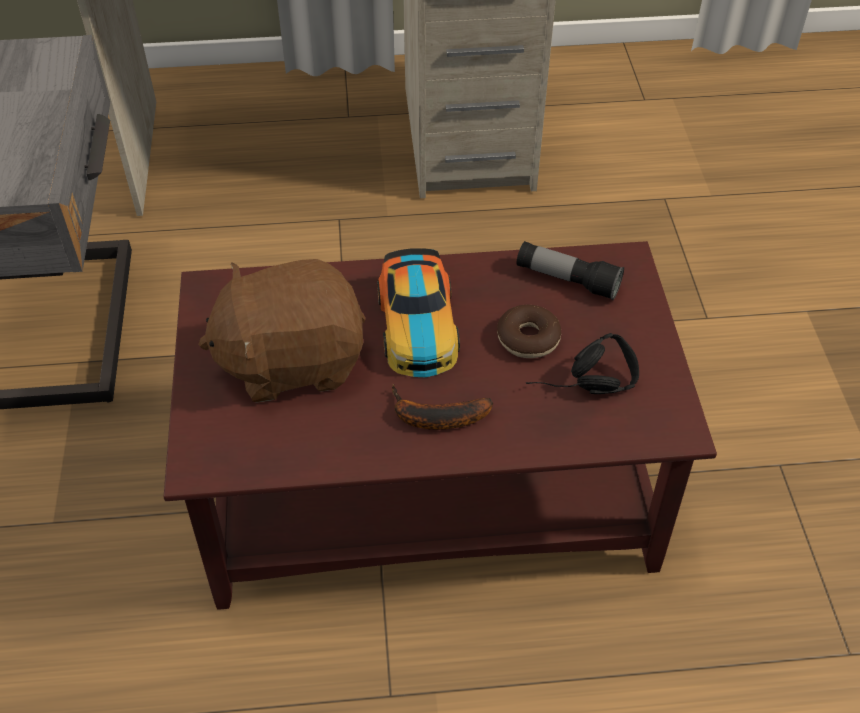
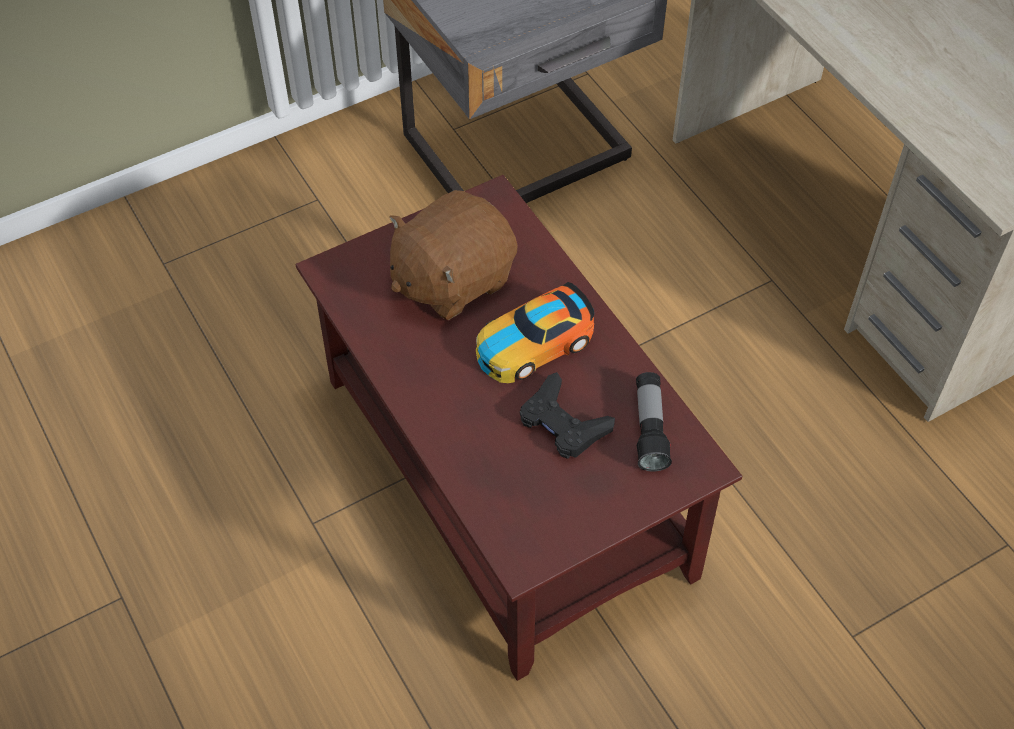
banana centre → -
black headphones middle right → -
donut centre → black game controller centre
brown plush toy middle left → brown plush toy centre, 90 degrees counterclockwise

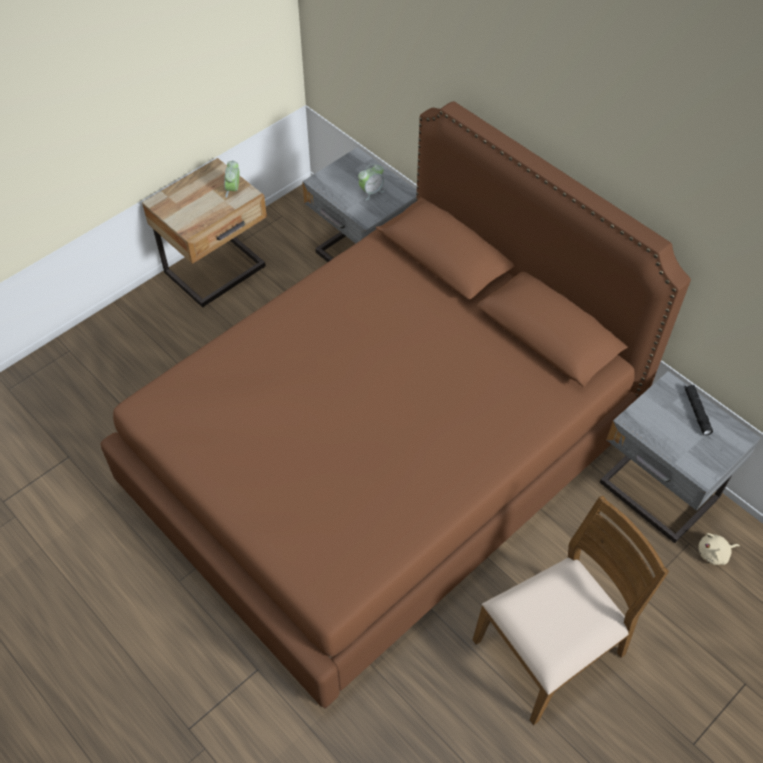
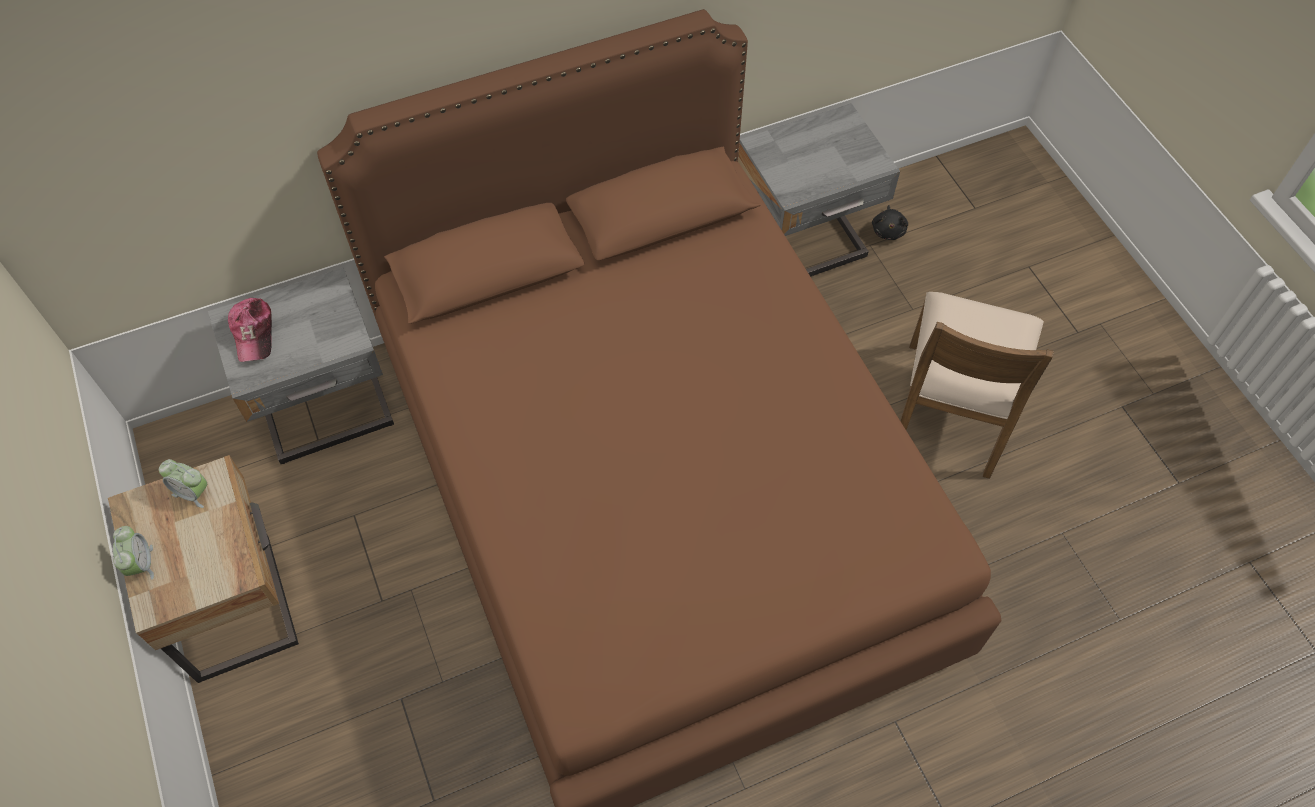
black flashlight middle right → -
- → cap middle left
alarm clock (2nd from left in the first image) top centre → alarm clock (1st from left) bottom left, move
beige plush toy bottom right → black plush toy top right
brown chair bottom right → brown chair middle right, 150 degrees counterclockwise

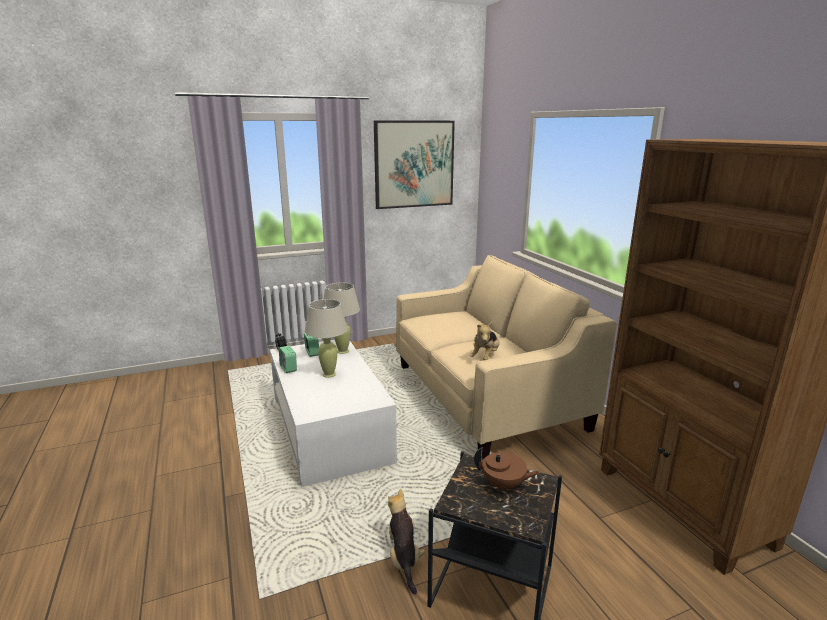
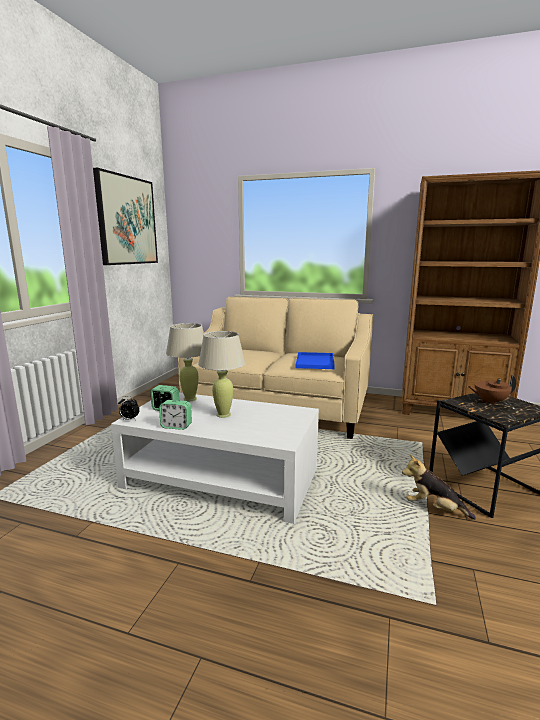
plush toy (2nd from left) centre → blue tray centre
brown teapot bottom centre → brown teapot middle right, 150 degrees counterclockwise

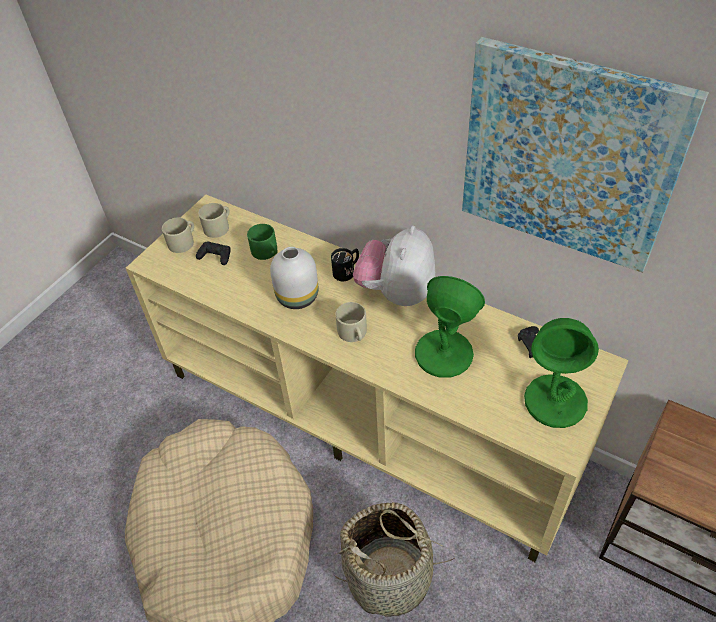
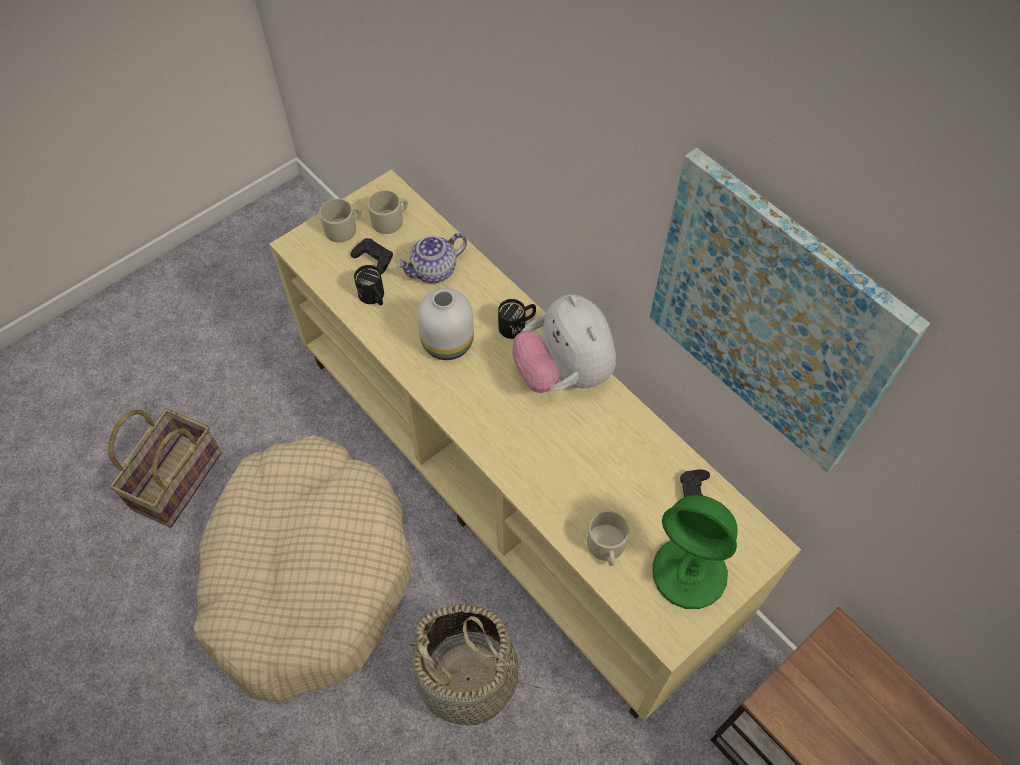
green table lamp (1st from left) centre → -
- → basket (1st from left) middle left
- → black mug (1st from left) centre
beige mug (3rd from left) centre → beige mug (3rd from left) bottom centre, move
green mug centre → teapot centre
plush toy centre, 60 degrees counterclockwise

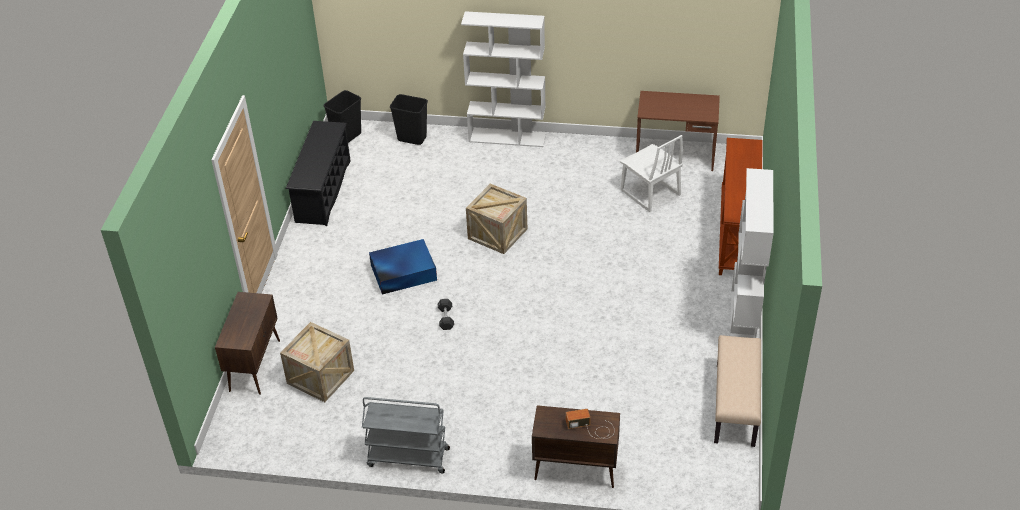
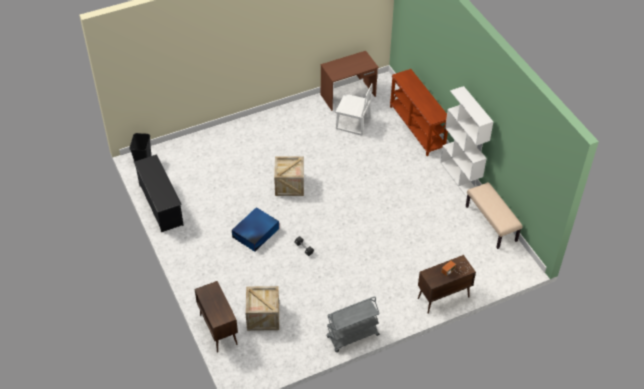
black trash can (2nd from left) top centre → -
white bookcase (1st from left) top centre → -

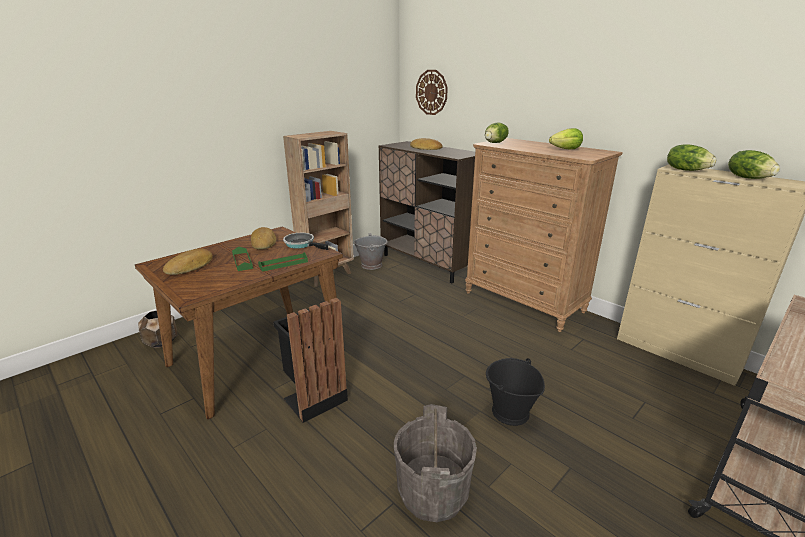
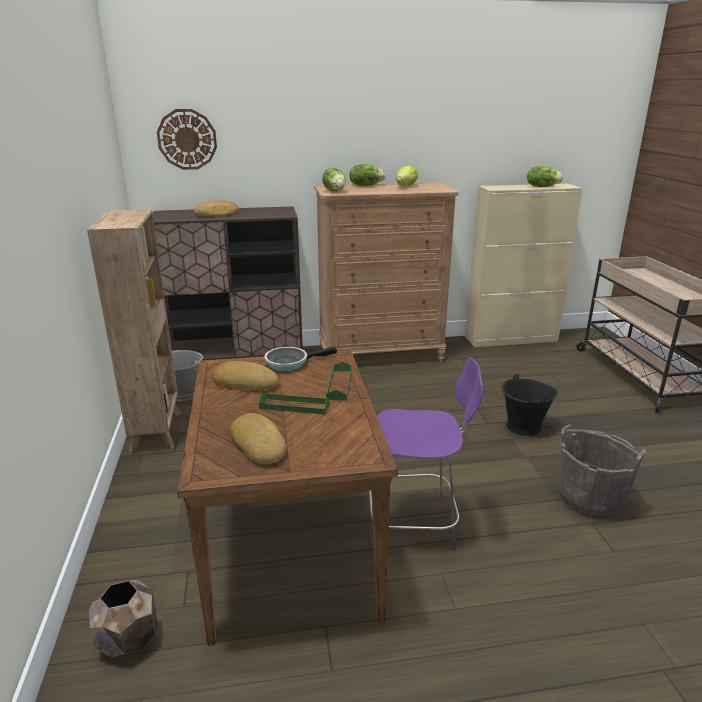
lettuce (3rd from left in the first image) top right → lettuce (2nd from left) top centre, move
black trash can bottom centre → purple chair centre

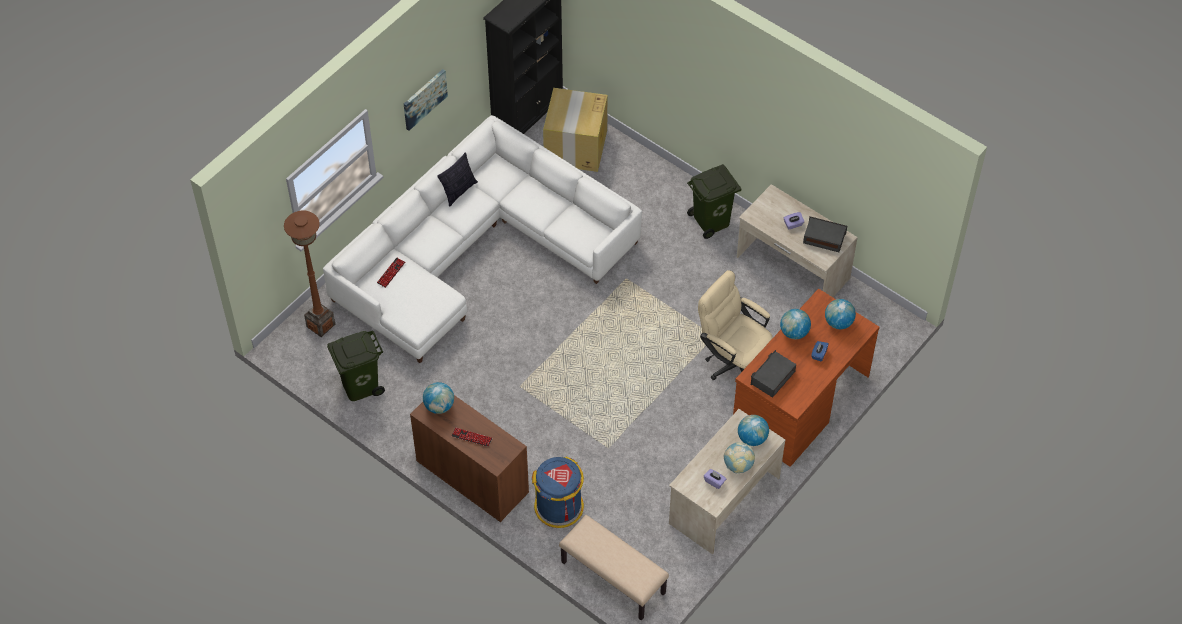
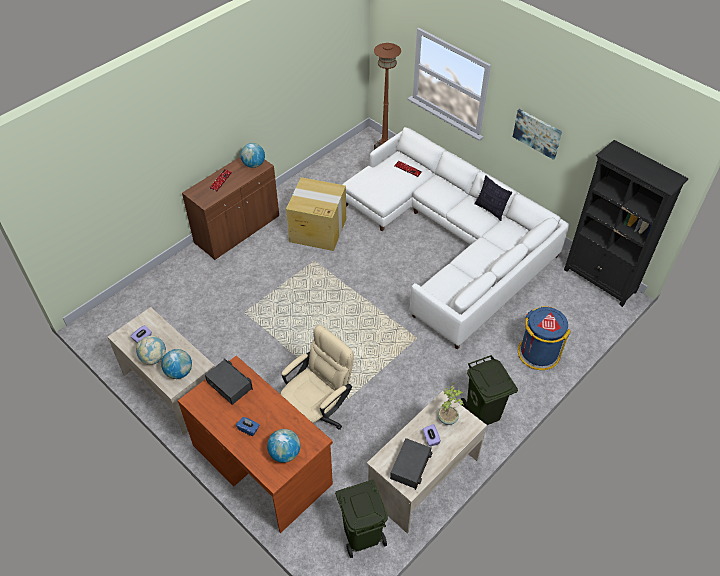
beige bench bottom centre → -
globe (4th from left) middle right → -
- → potted plant bottom centre
green trash can (1st from left) middle left → green trash can (1st from left) bottom centre, move
blue trash can bottom centre → blue trash can middle right, move
cardboard box top centre → cardboard box centre, move

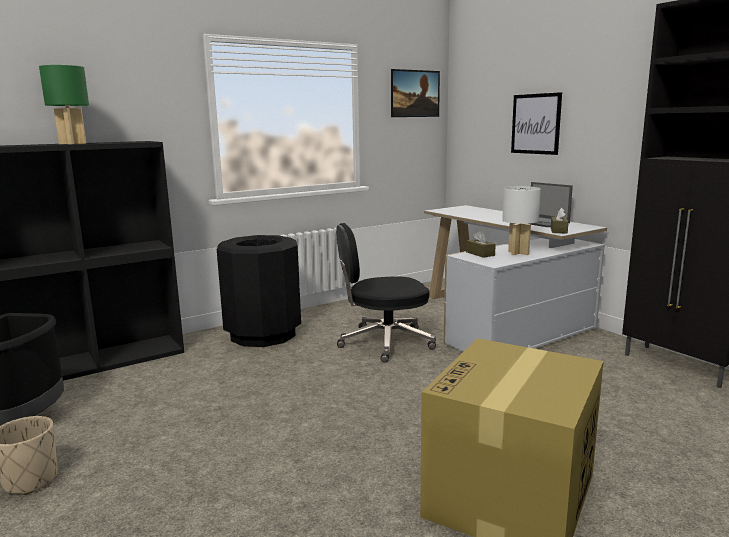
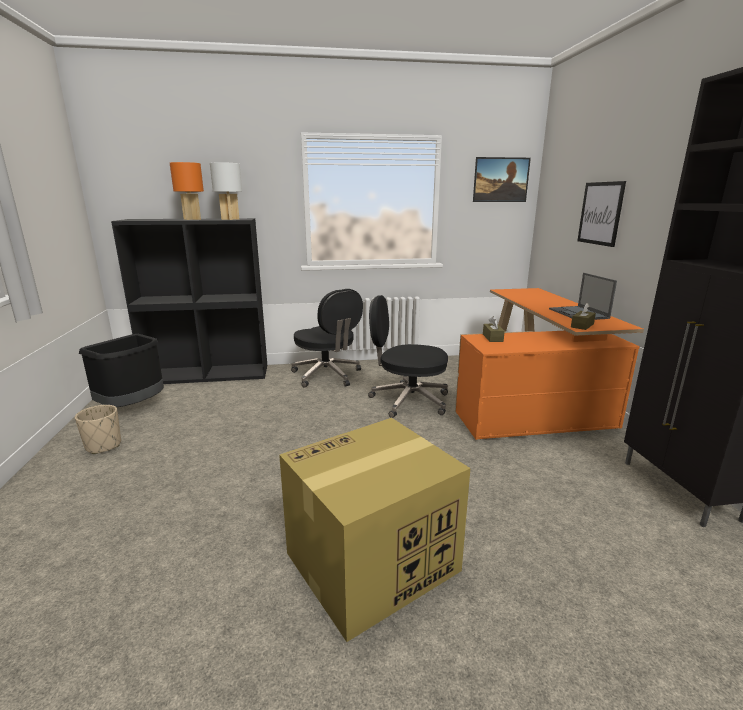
white table lamp middle right → white table lamp top left, move
black trash can (2nd from left) centre → black office chair (1st from left) centre
green table lamp top left → orange table lamp top left
white desk middle right → orange desk middle right

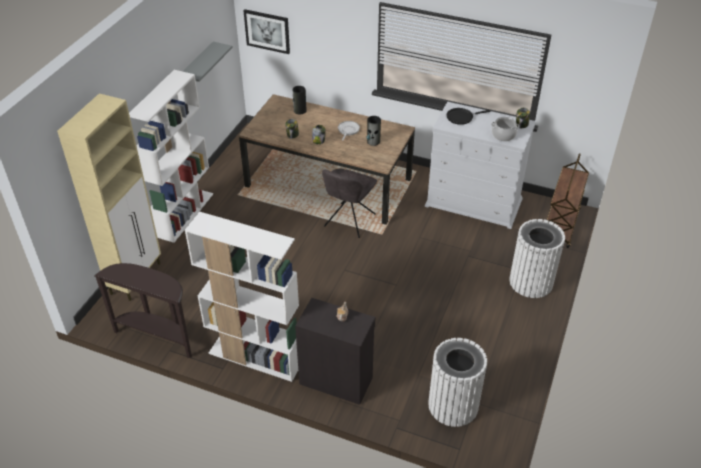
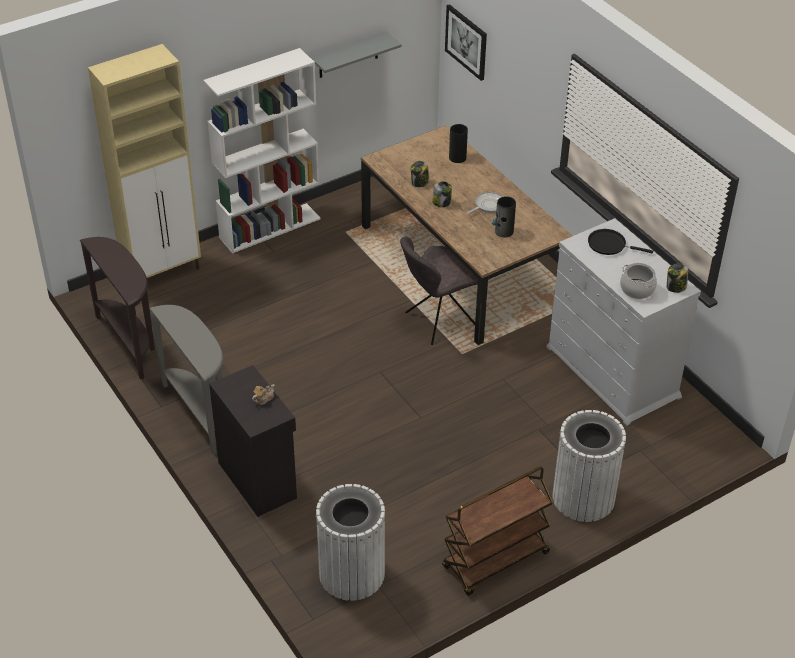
brown cart middle right → brown cart bottom centre, move
white bookcase (2nd from left) centre → grey console table middle left

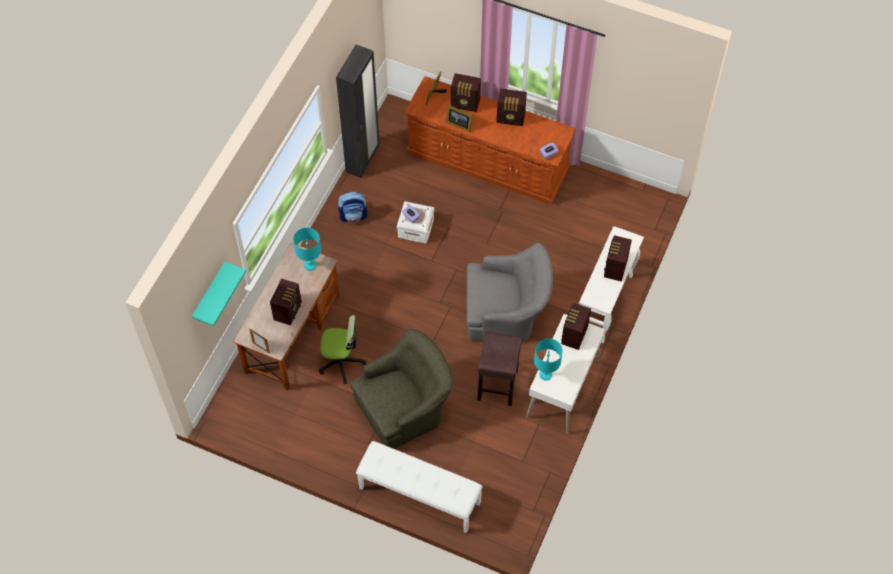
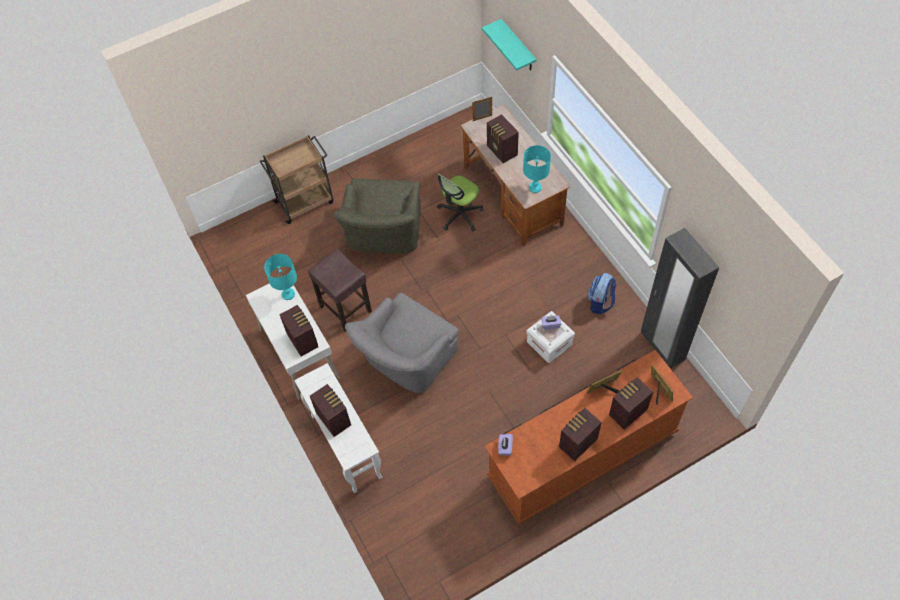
white bench bottom centre → brown cart top left

